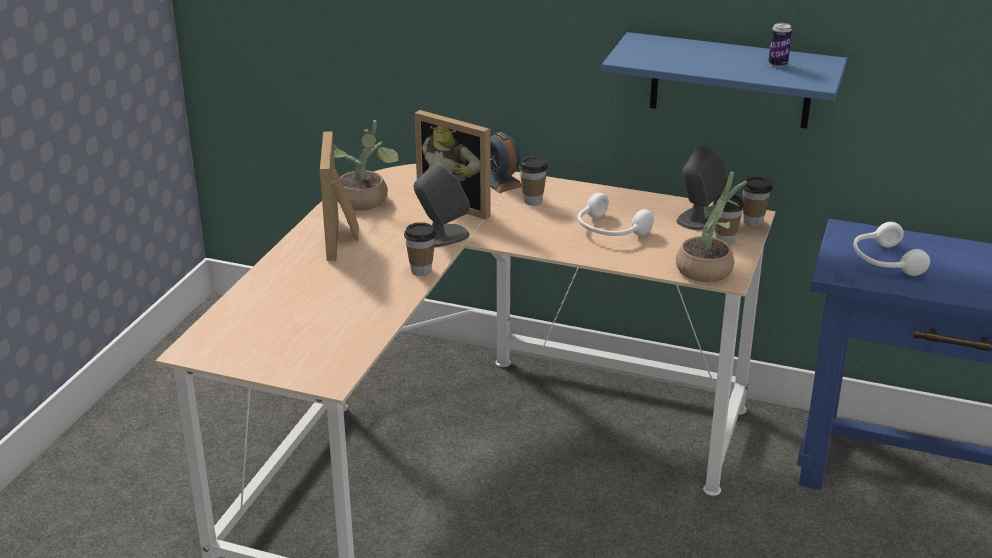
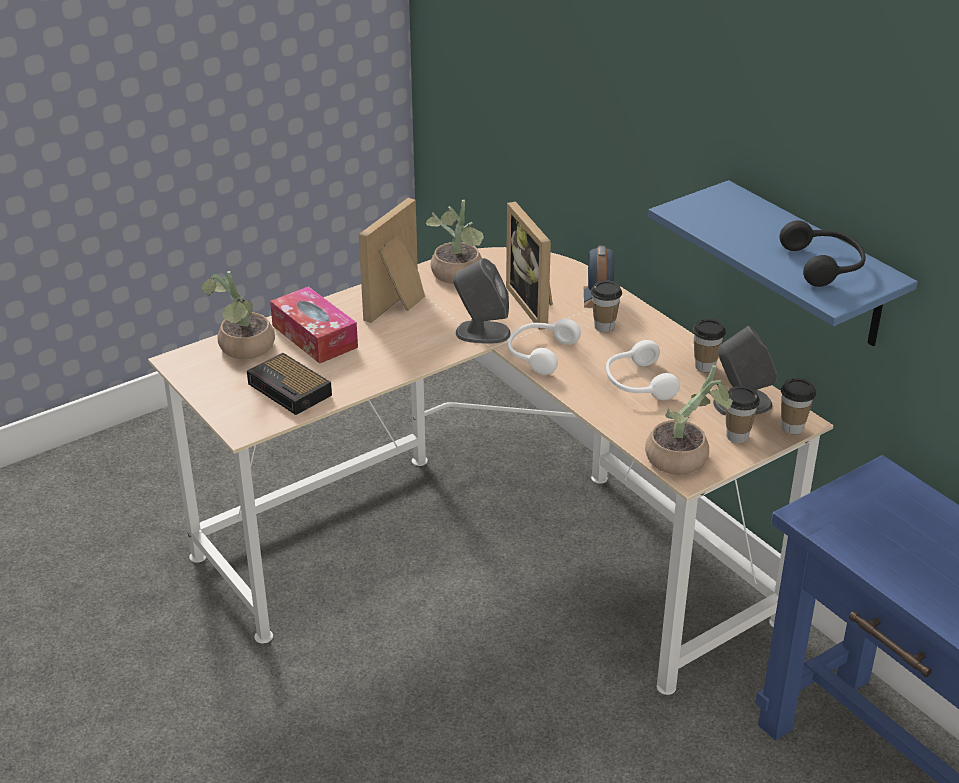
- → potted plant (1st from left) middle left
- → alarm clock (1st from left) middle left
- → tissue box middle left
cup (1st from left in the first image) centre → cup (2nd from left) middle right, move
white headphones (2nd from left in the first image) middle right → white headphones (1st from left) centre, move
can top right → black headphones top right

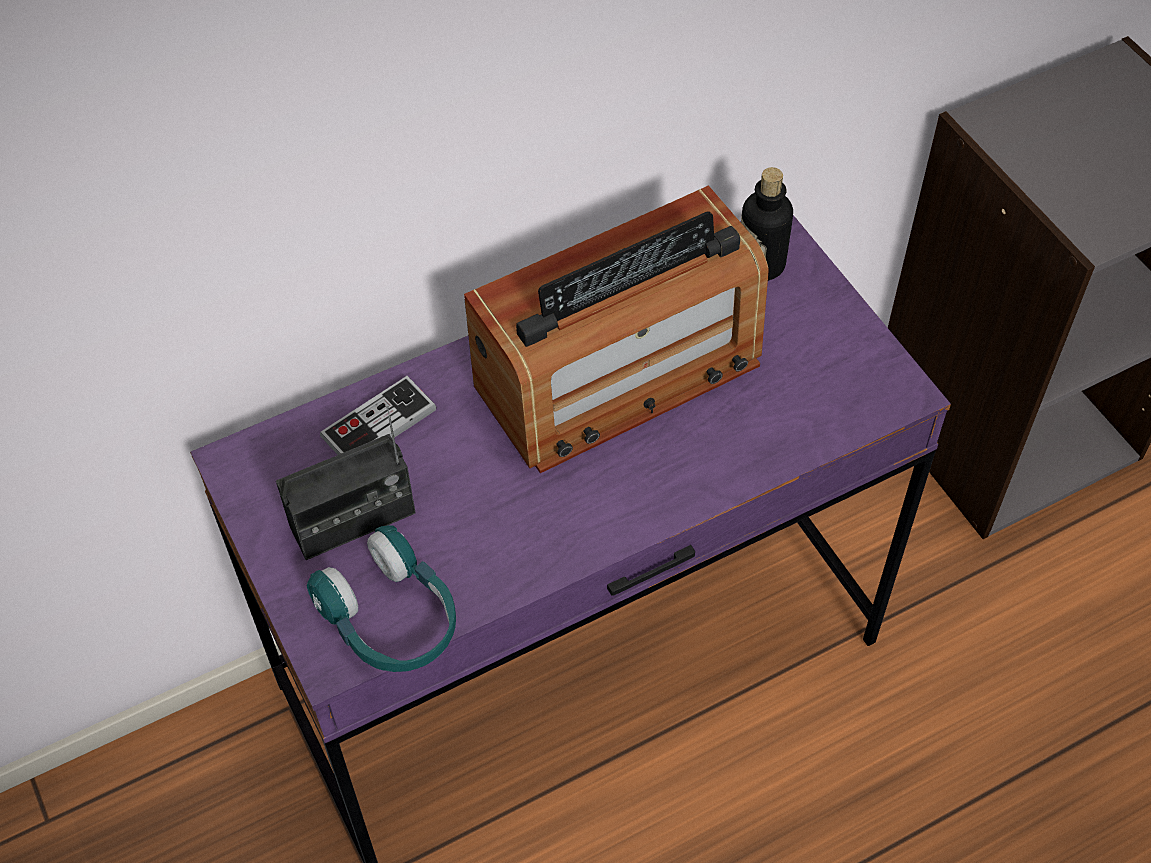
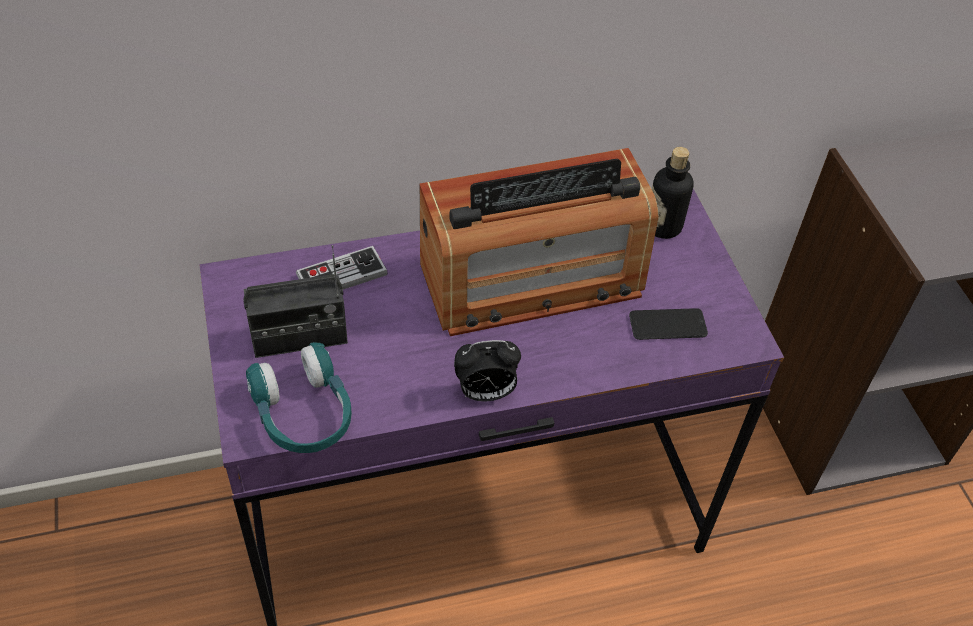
- → alarm clock centre
- → phone middle right

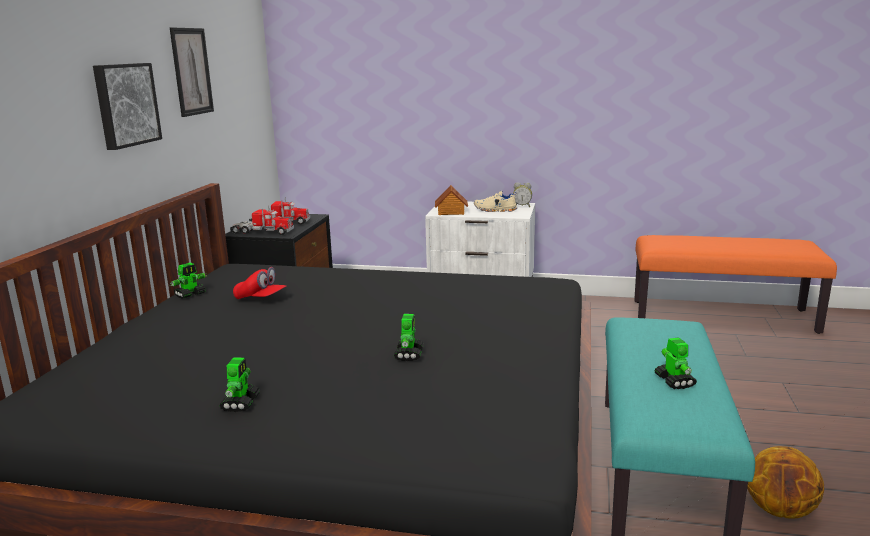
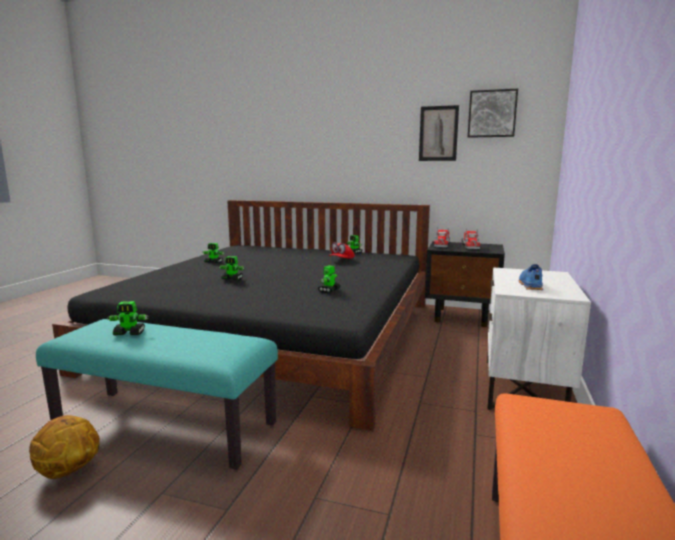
toy house centre → -
alarm clock centre → -
- → toy robot (4th from left) centre
picture (1st from left in the first image) top left → picture (2nd from left) top right, move
beige shoe centre → blue shoe middle right

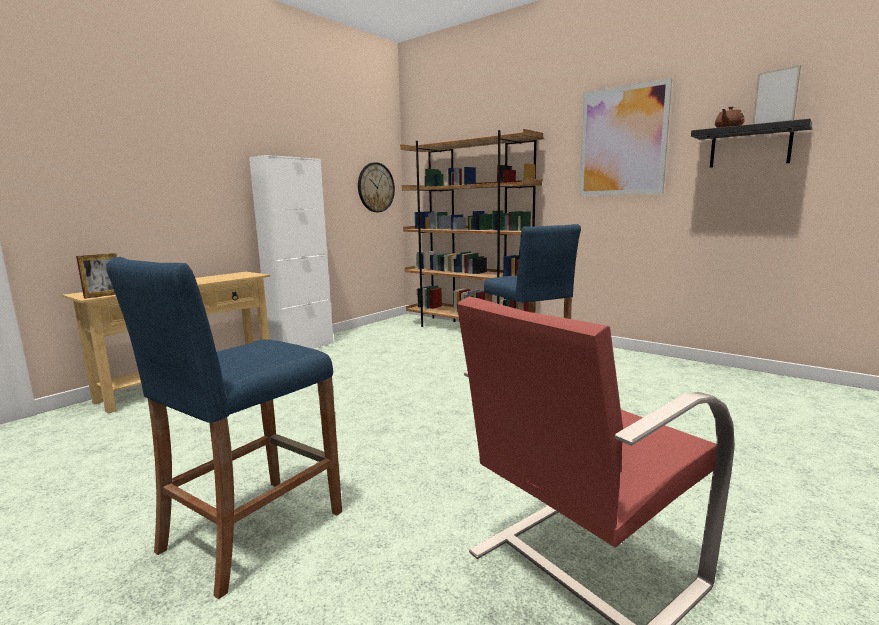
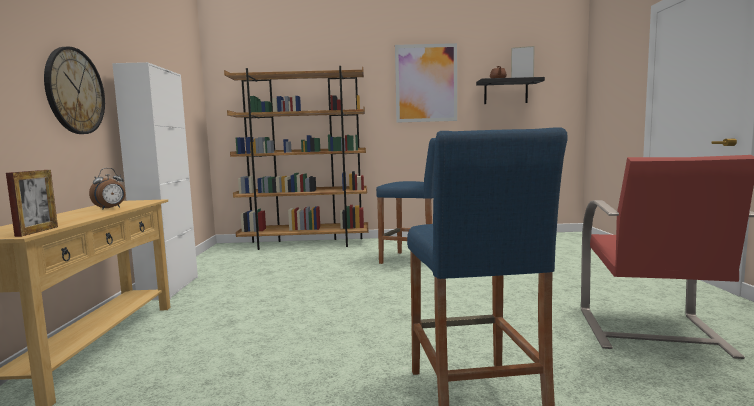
- → alarm clock middle left
wall clock top centre → wall clock top left, move

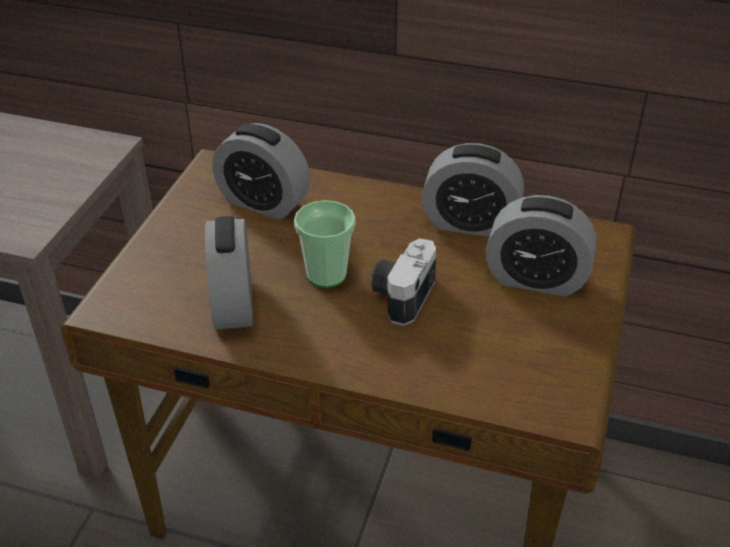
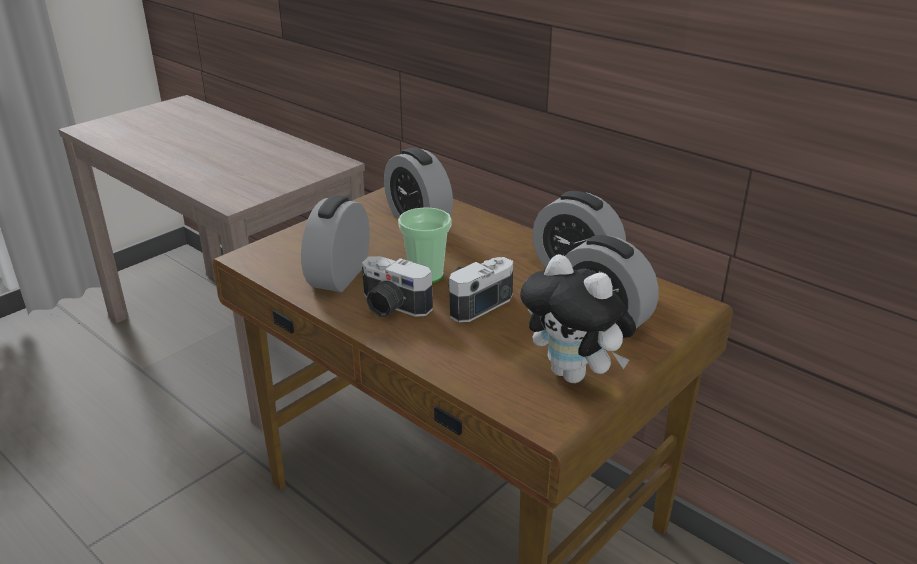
- → photo camera (1st from left) centre
- → plush toy centre

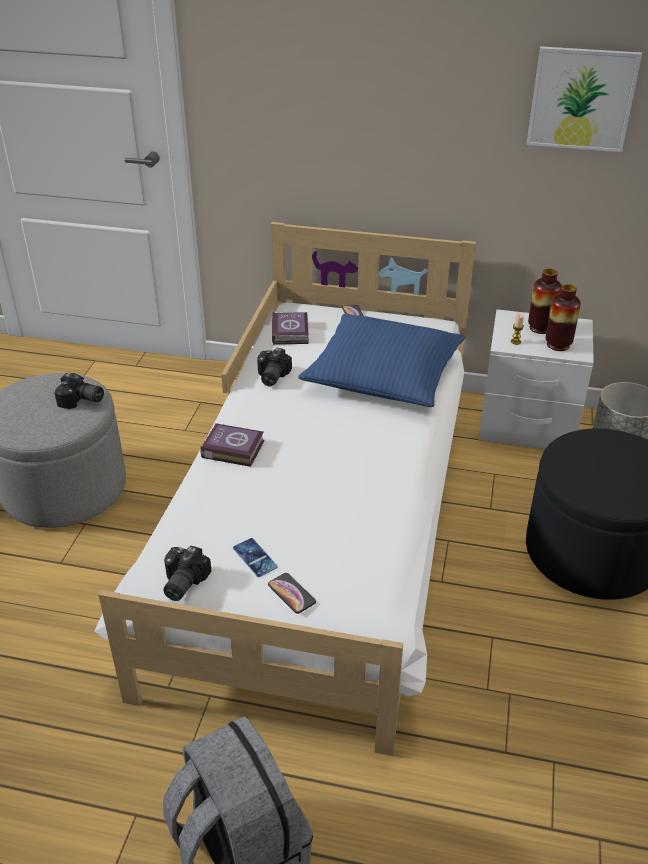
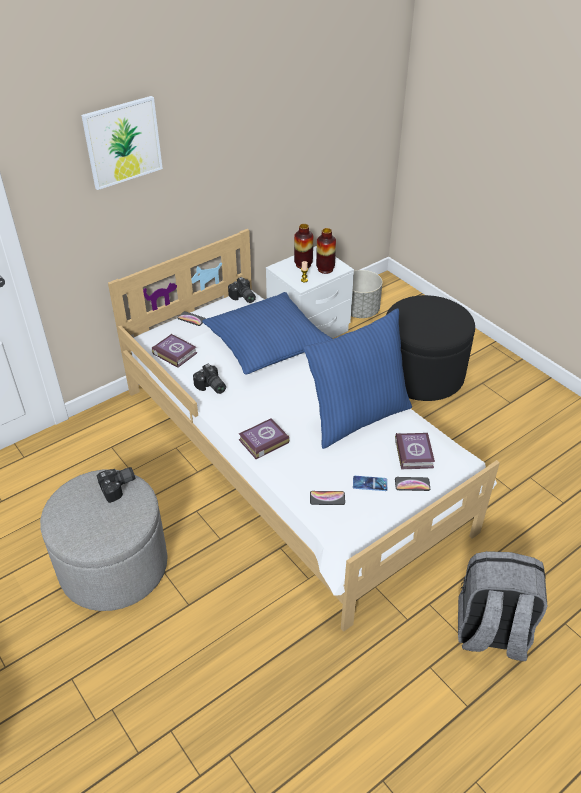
- → blue pillow (2nd from left) centre
- → phone (2nd from left) centre
- → book (3rd from left) middle right
photo camera (2nd from left in the first image) middle left → photo camera (3rd from left) centre, move
picture top right → picture top left, move

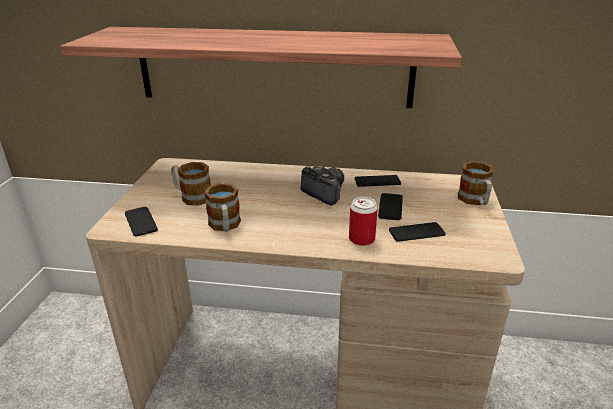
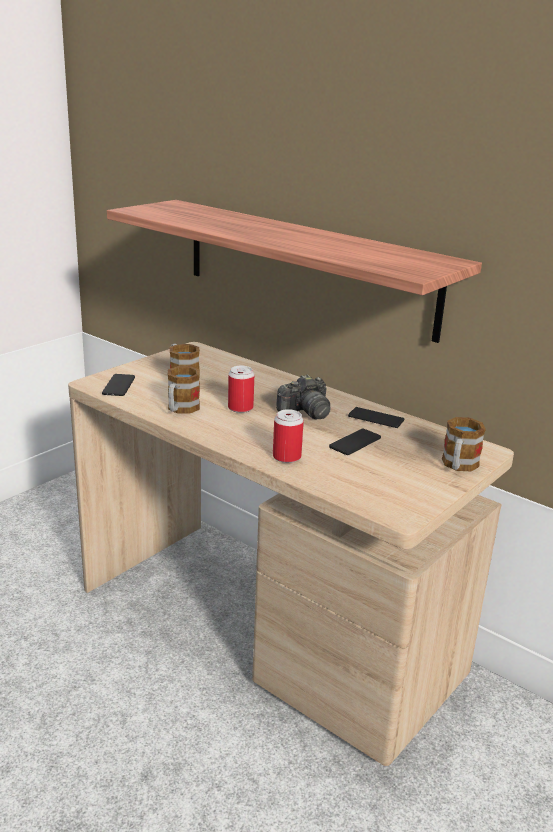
phone (4th from left) middle right → -
- → can (1st from left) centre
photo camera centre, 75 degrees clockwise

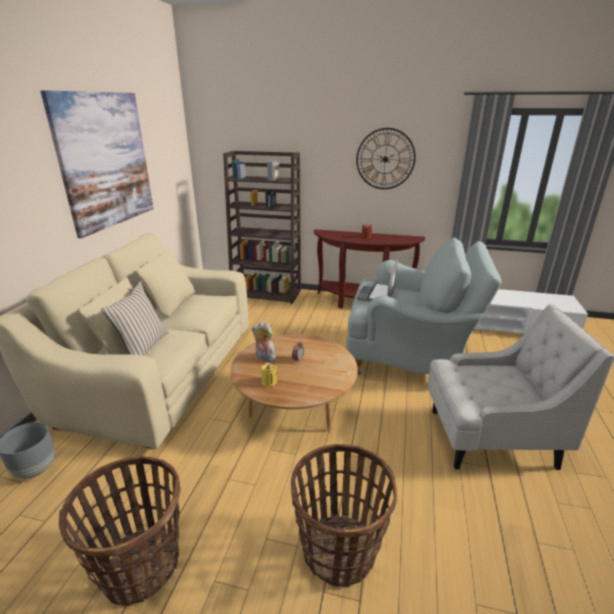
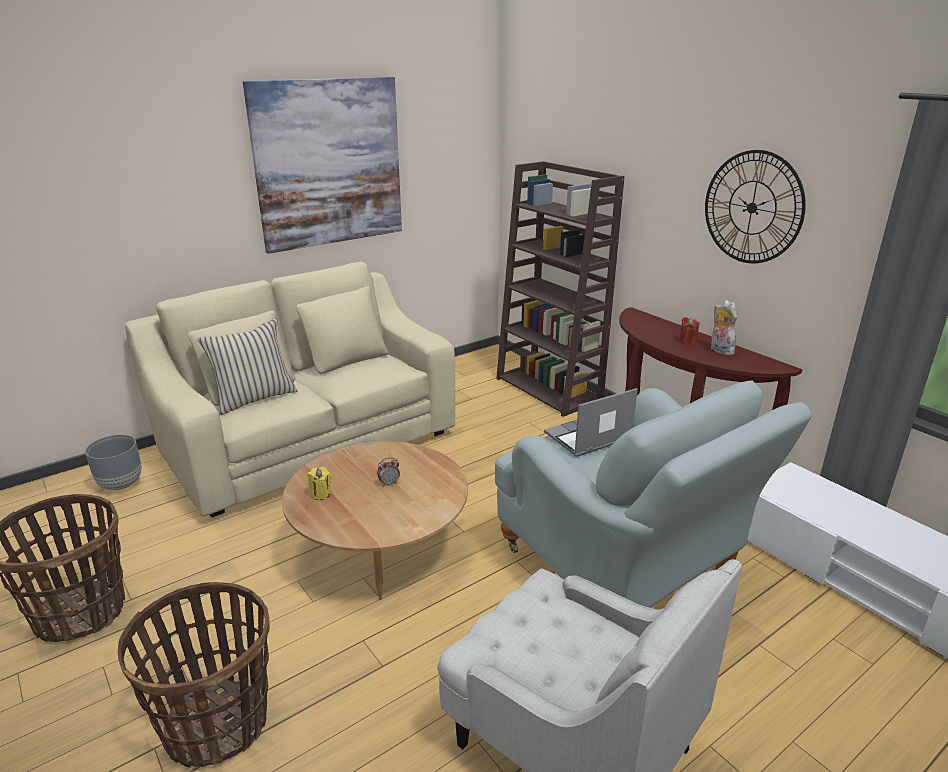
plush toy centre → plush toy middle right, move

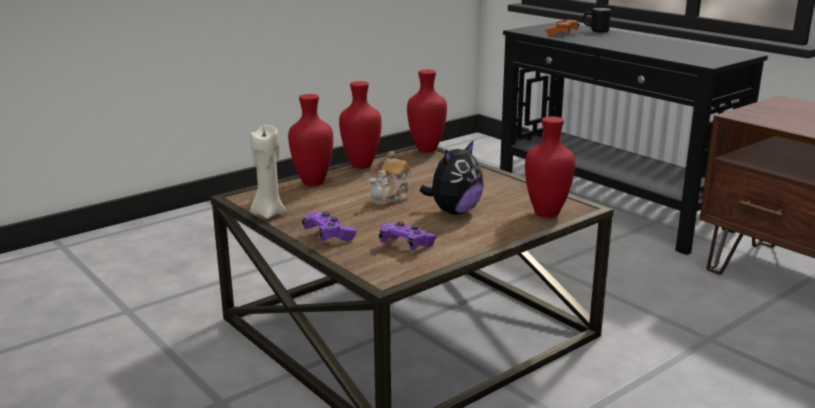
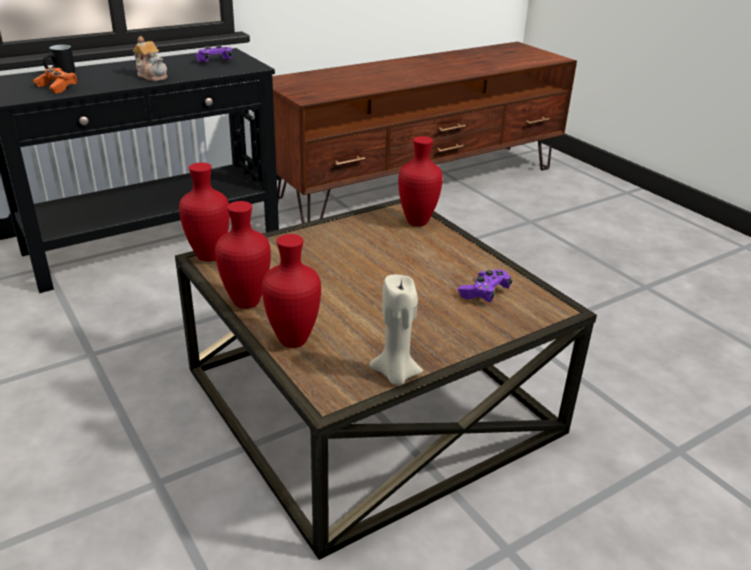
plush toy centre → -
purple game controller (1st from left) centre → purple game controller (1st from left) top left, move
teapot centre → teapot top left, move

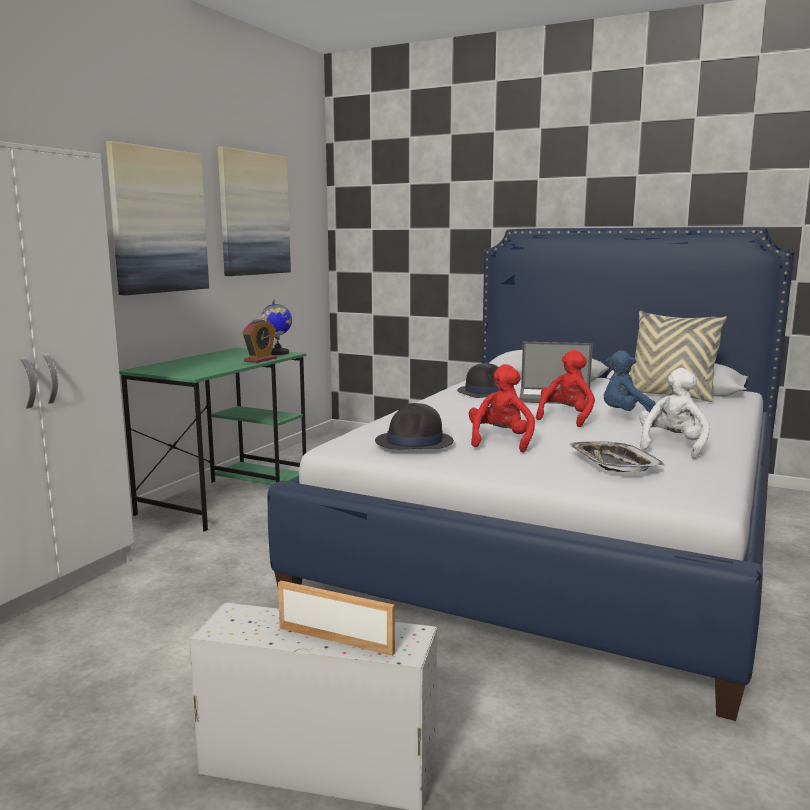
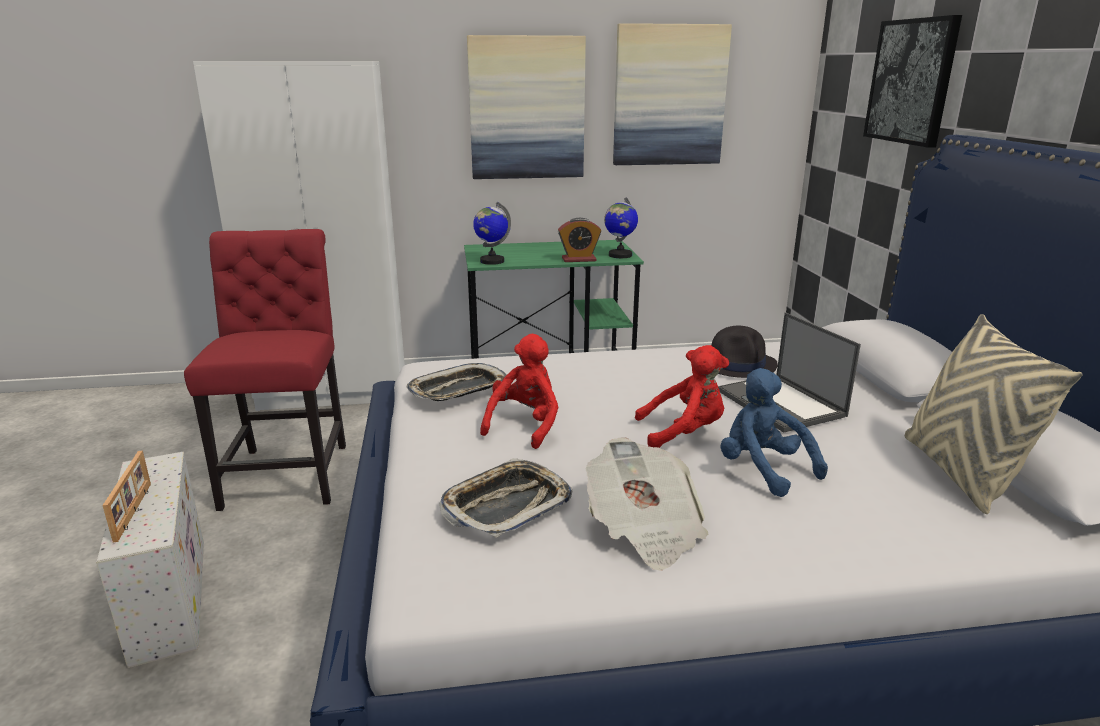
- → red chair middle left
- → globe (1st from left) top centre
- → picture (3rd from left) top right
black hat (1st from left) centre → tray (1st from left) centre
white plush toy middle right → newspaper bottom centre
red plush toy (1st from left) centre, 45 degrees counterclockwise

